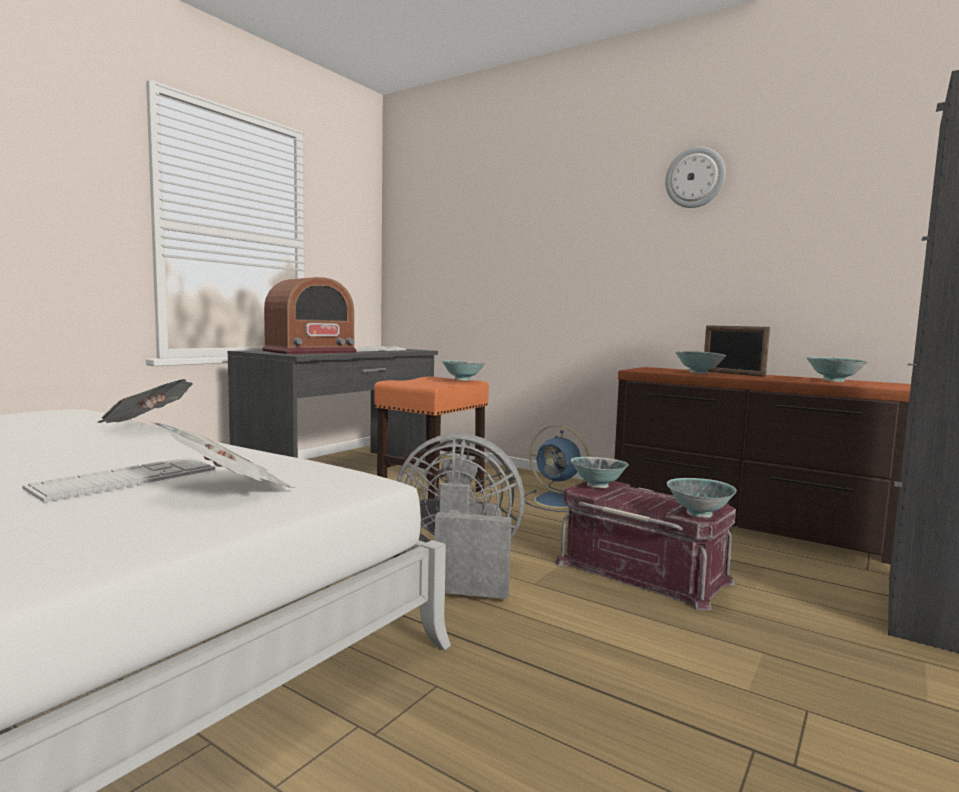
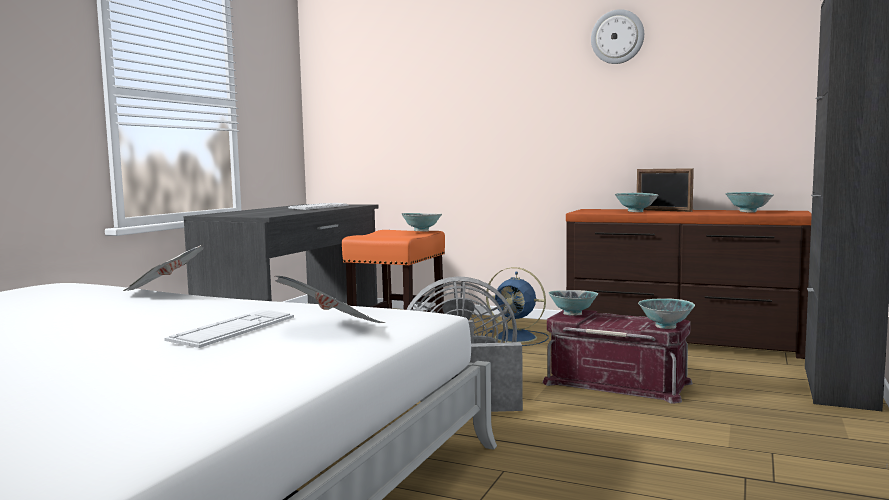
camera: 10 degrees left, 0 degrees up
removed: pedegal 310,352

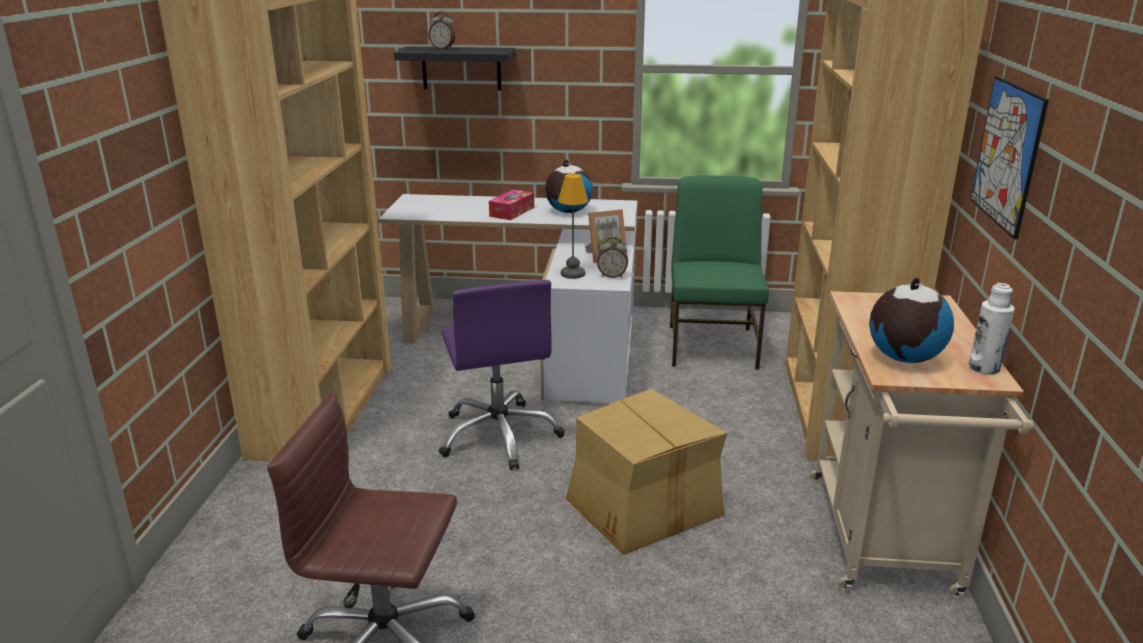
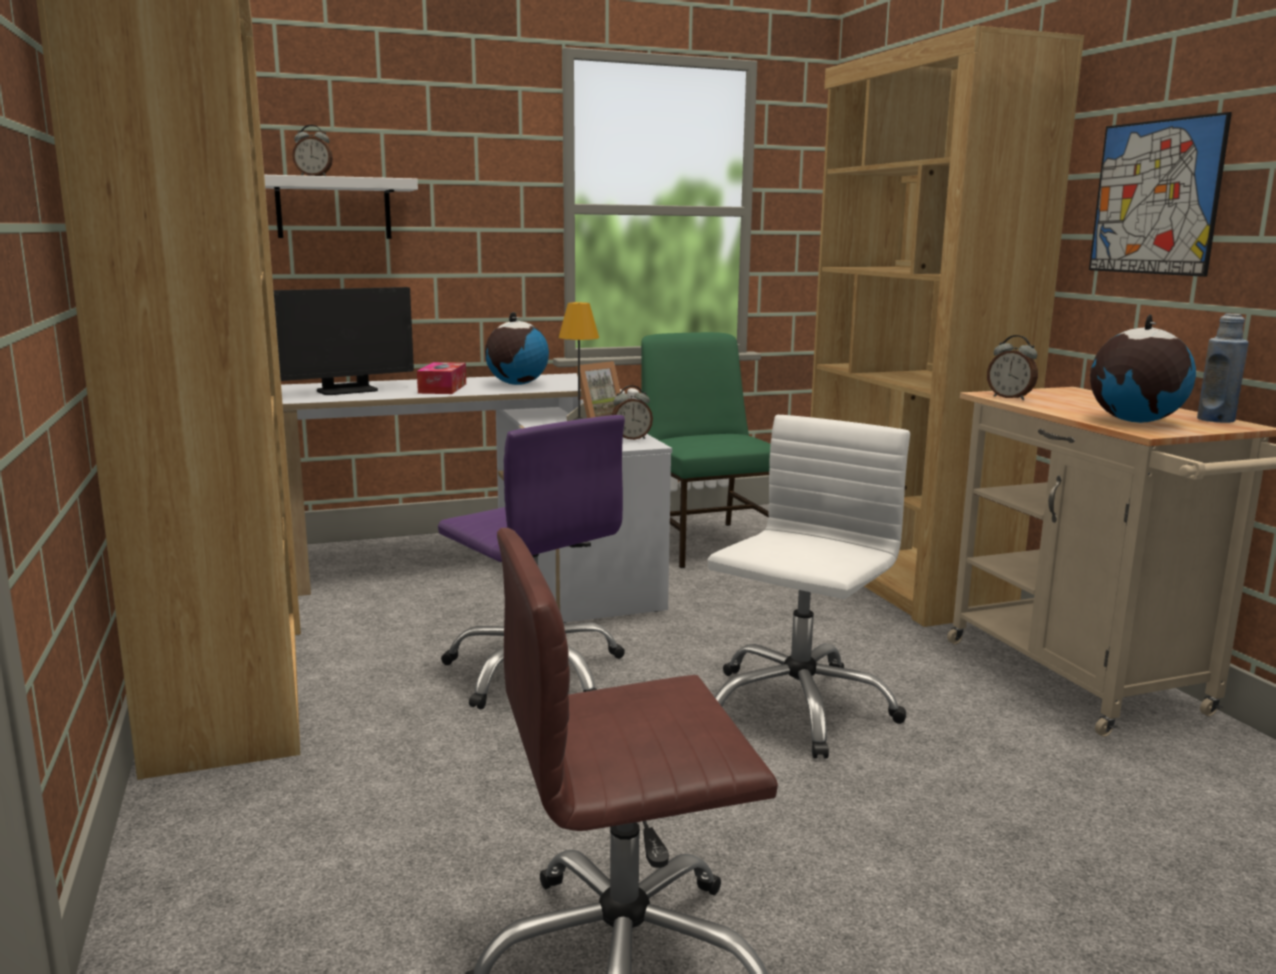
camera: 25 degrees left, 10 degrees down
added: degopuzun 347,390; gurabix 1010,398
replaced: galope 642,506 to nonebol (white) 797,707
recoloured: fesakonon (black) 461,68 to fesakonon (white) 333,208; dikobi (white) 984,368 to dikobi (blue) 1215,420

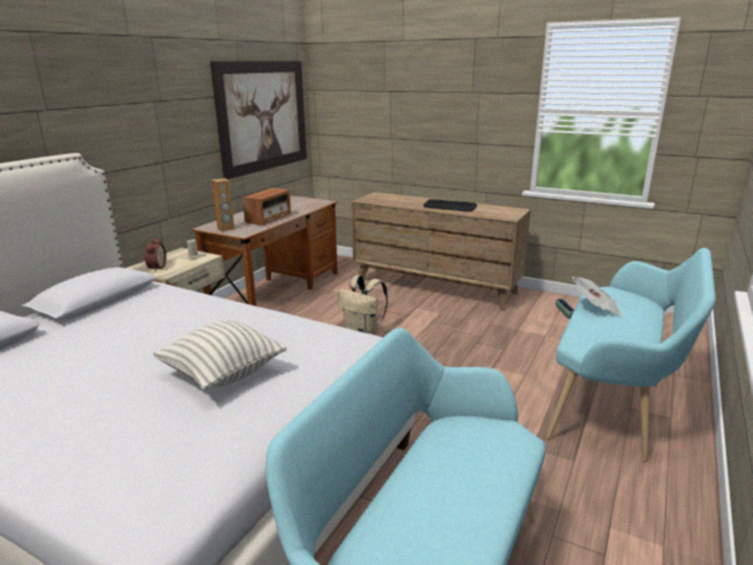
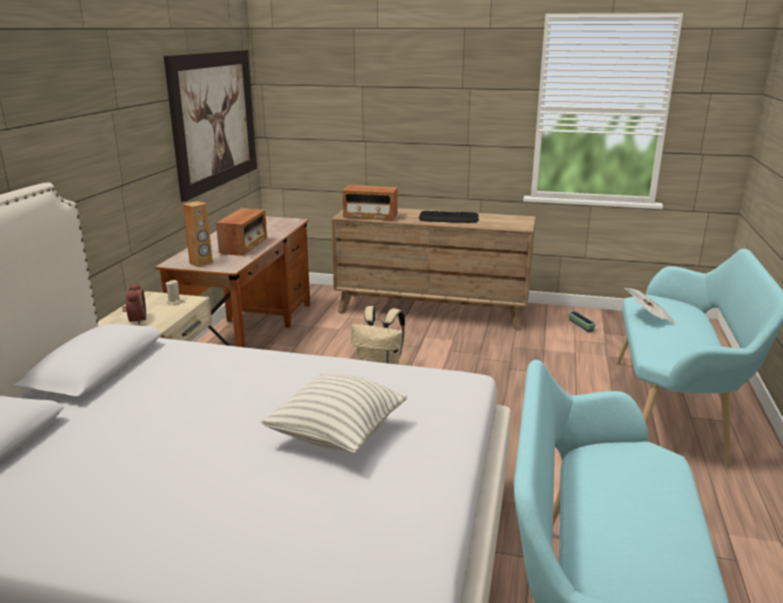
camera: 15 degrees left, 0 degrees up
added: pedegal 370,216

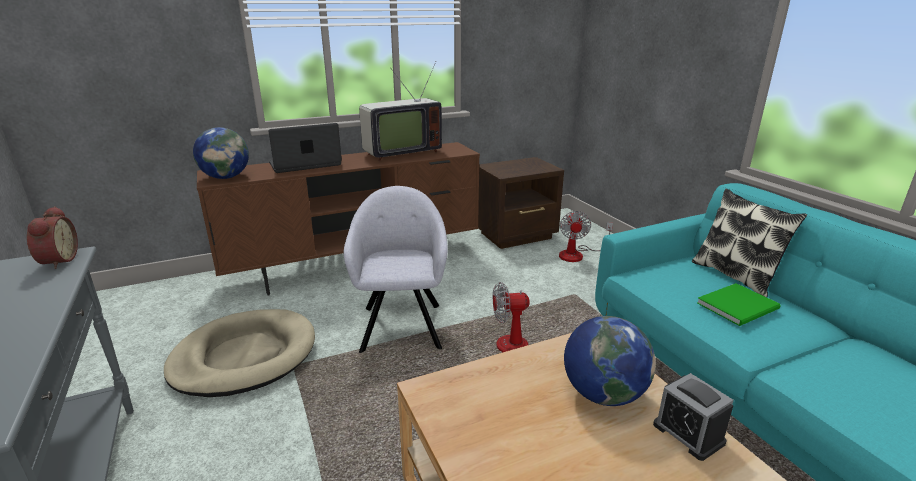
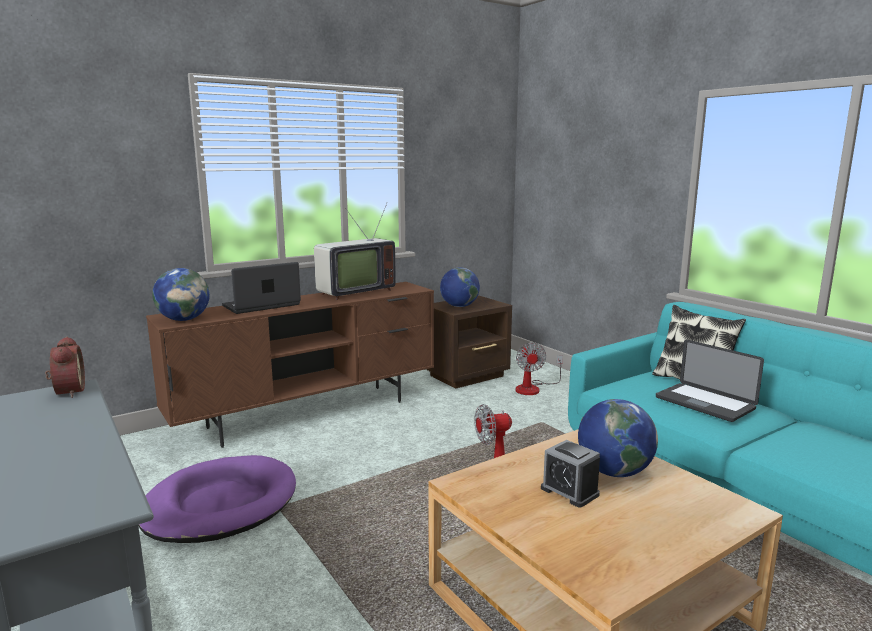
camera: 10 degrees left, 10 degrees down
removed: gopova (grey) 401,324
added: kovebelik 459,306
moved: gurabix 688,433 to 569,491
replaced: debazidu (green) 740,306 to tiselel 704,403
recoloured: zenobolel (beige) 244,356 to zenobolel (purple) 220,504

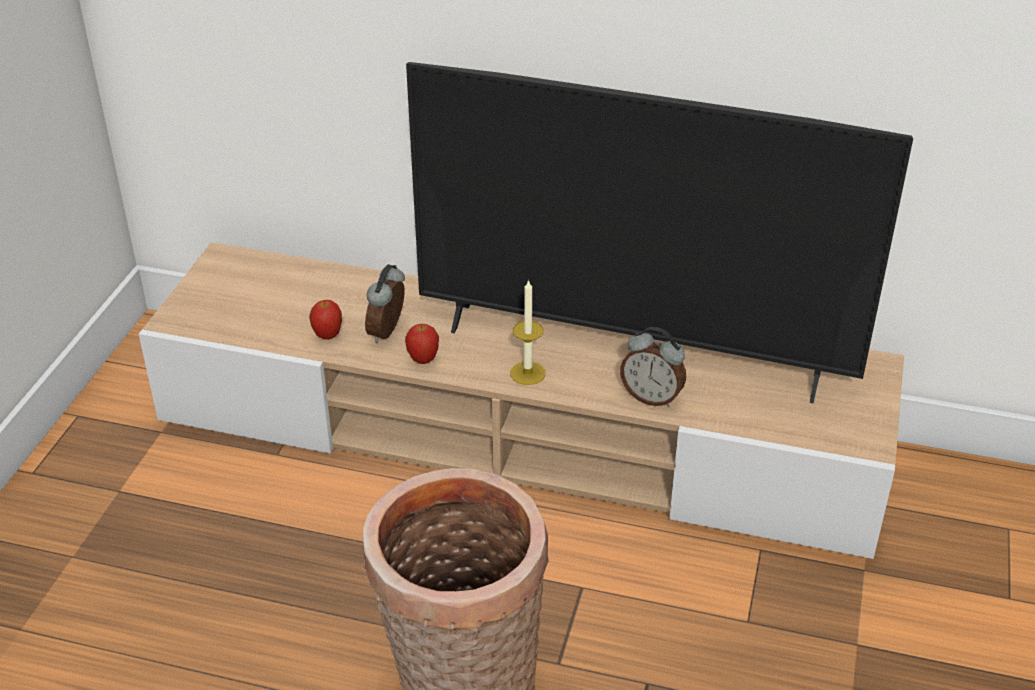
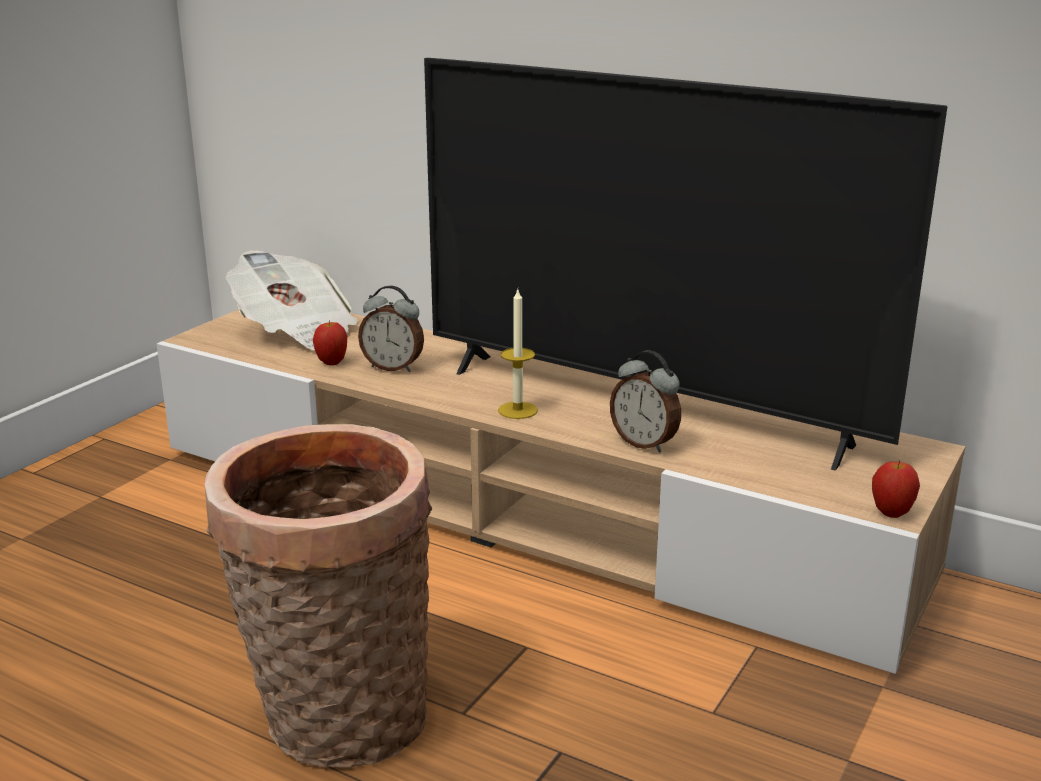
camera: 15 degrees right, 15 degrees down
added: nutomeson 295,332
moved: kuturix 423,360 to 891,513
turned: gurabix 388,332 = 393,367 105 degrees counterclockwise

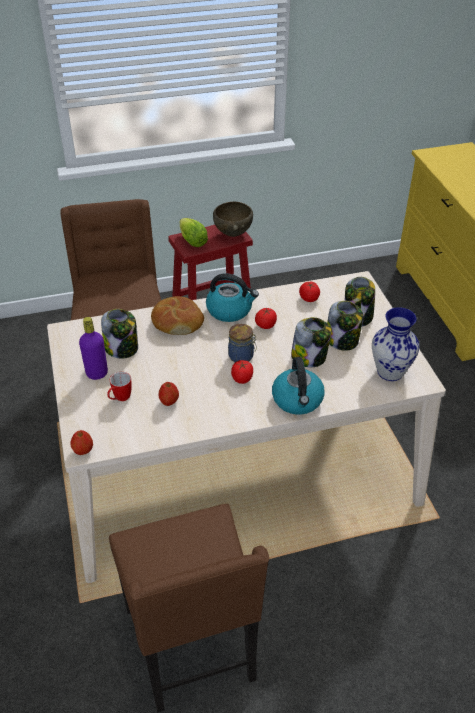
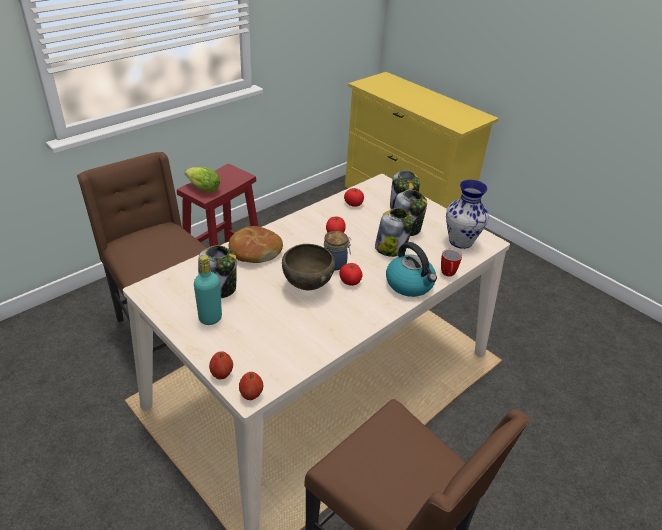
camera: 30 degrees left, 5 degrees down
removed: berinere 230,310
moved: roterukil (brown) 233,234 to 307,286; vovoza 120,399 to 448,275; kuturix 169,402 to 222,374
recoloured: dikobi (purple) 97,373 to dikobi (turquoise) 210,318

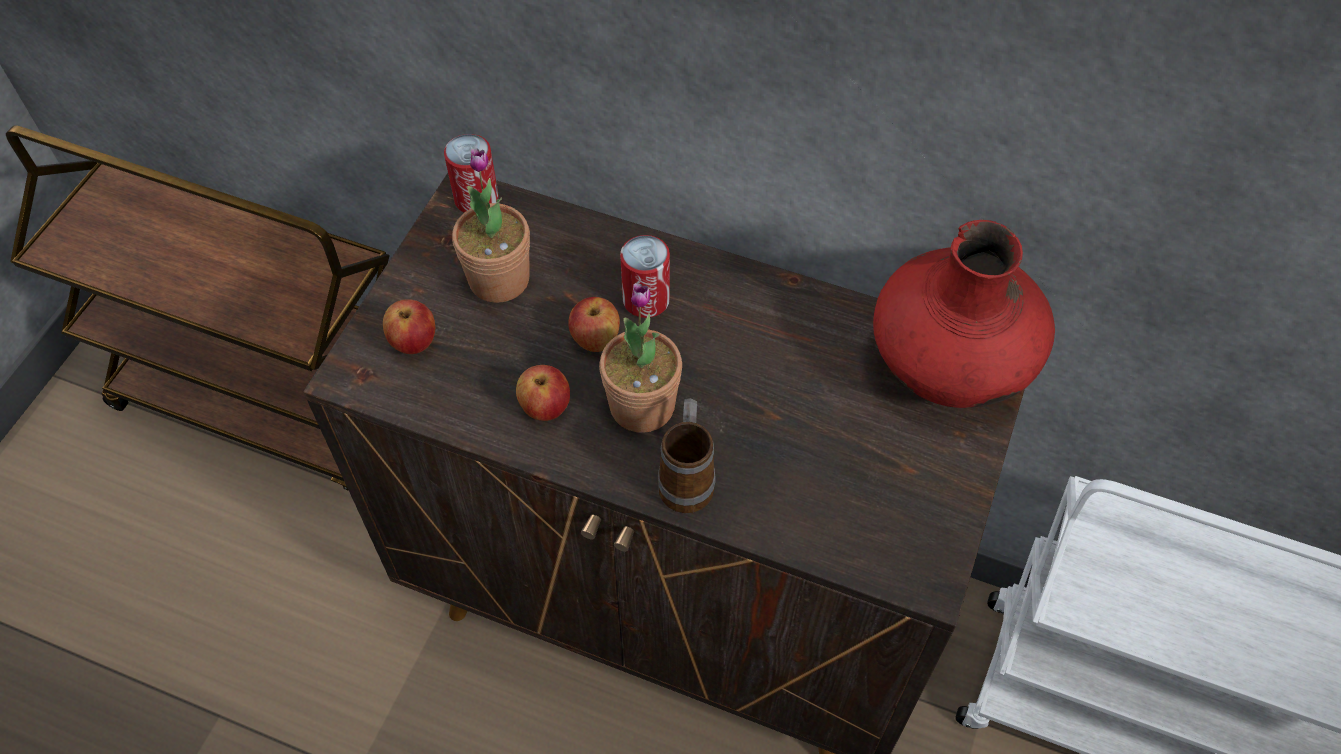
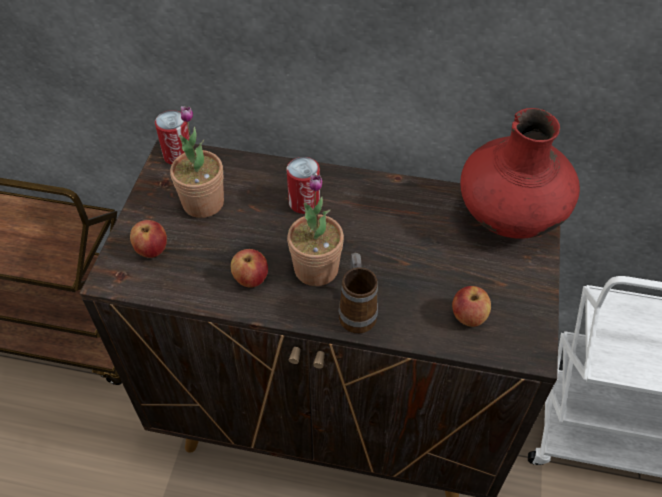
camera: 10 degrees left, 5 degrees down
moved: kuturix 595,339 to 468,317

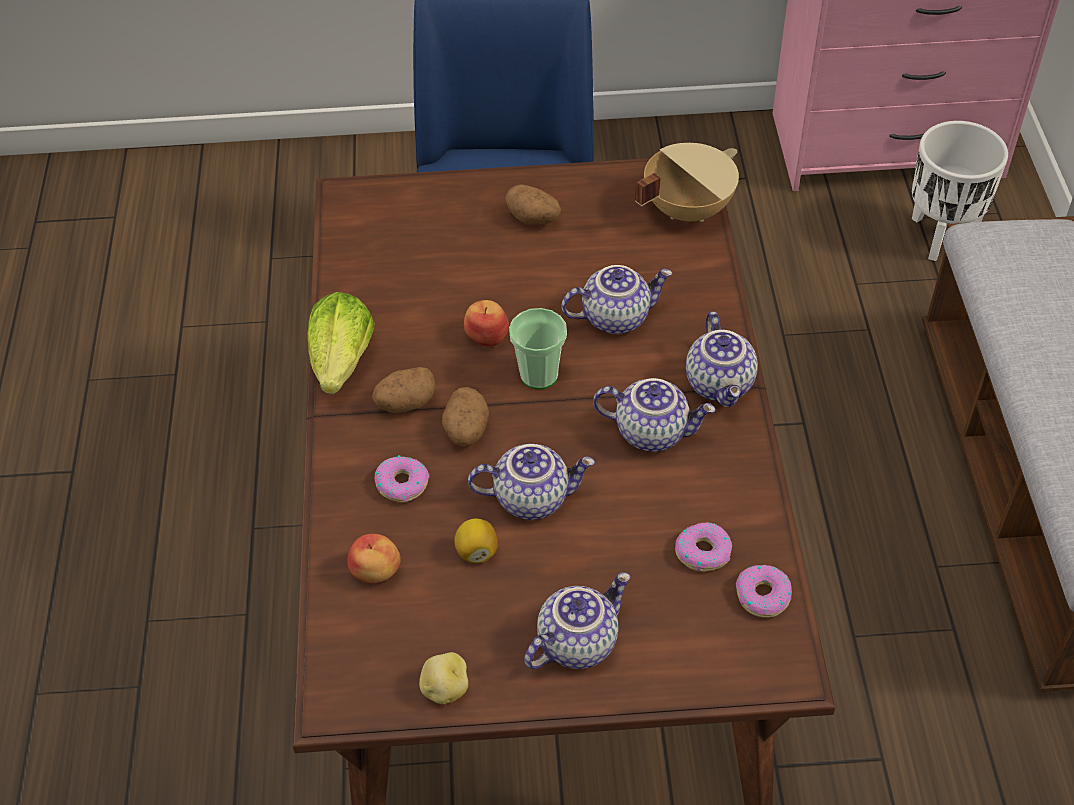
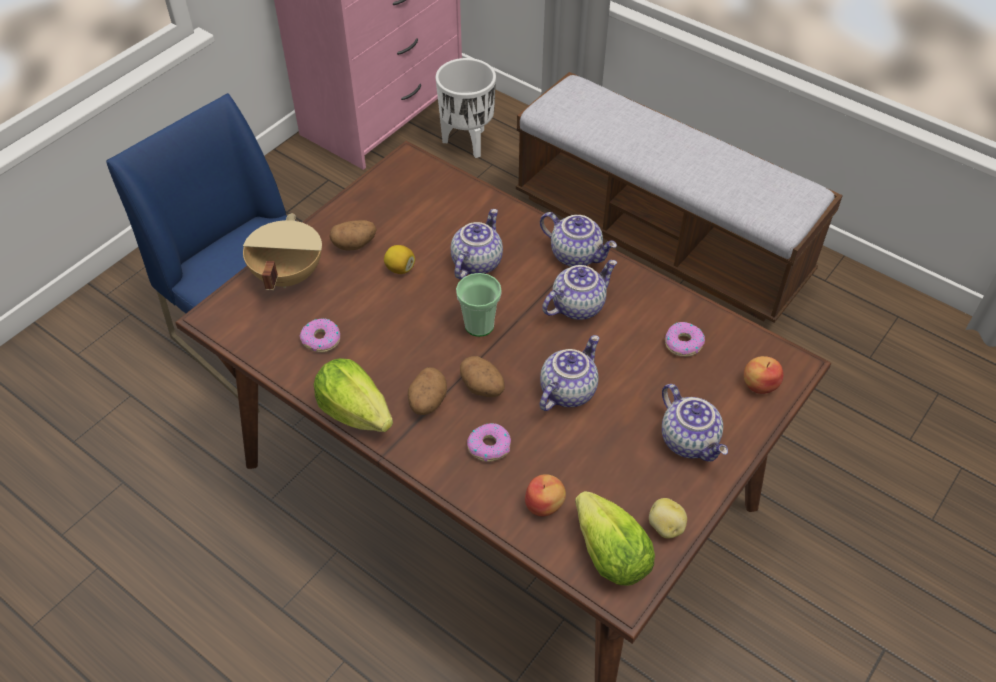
camera: 50 degrees left, 0 degrees up
added: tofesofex 610,555
moved: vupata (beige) 686,209 to 286,275; kuturix 487,336 to 759,384; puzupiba 476,551 to 400,268; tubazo 762,595 to 321,339
turned: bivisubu 577,641 = 690,440 150 degrees clockwise

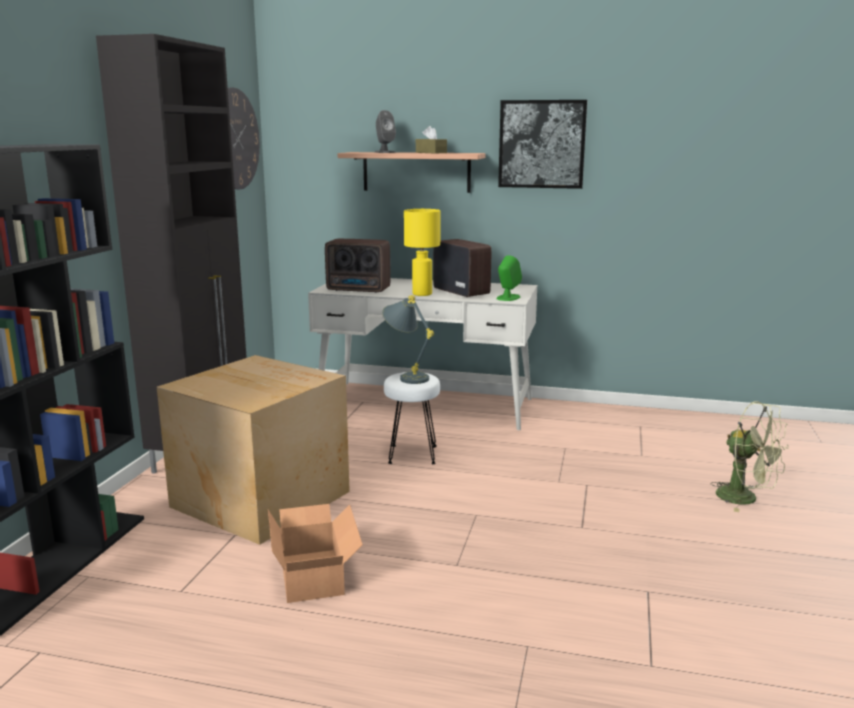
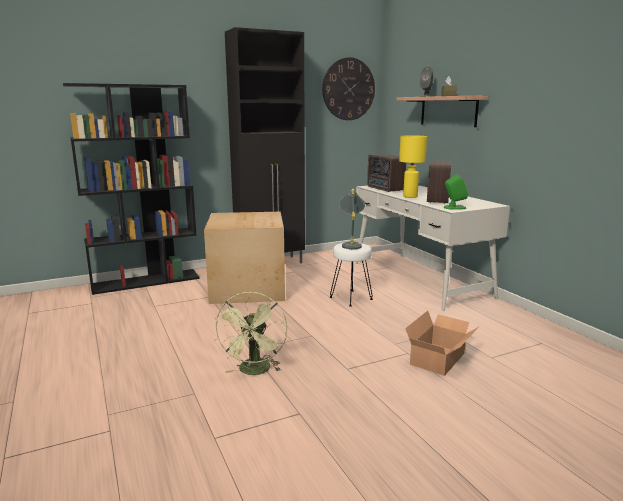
camera: 50 degrees right, 0 degrees up
removed: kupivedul 542,144
moved: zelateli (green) 746,499 to 254,371; galope 315,573 to 440,359

